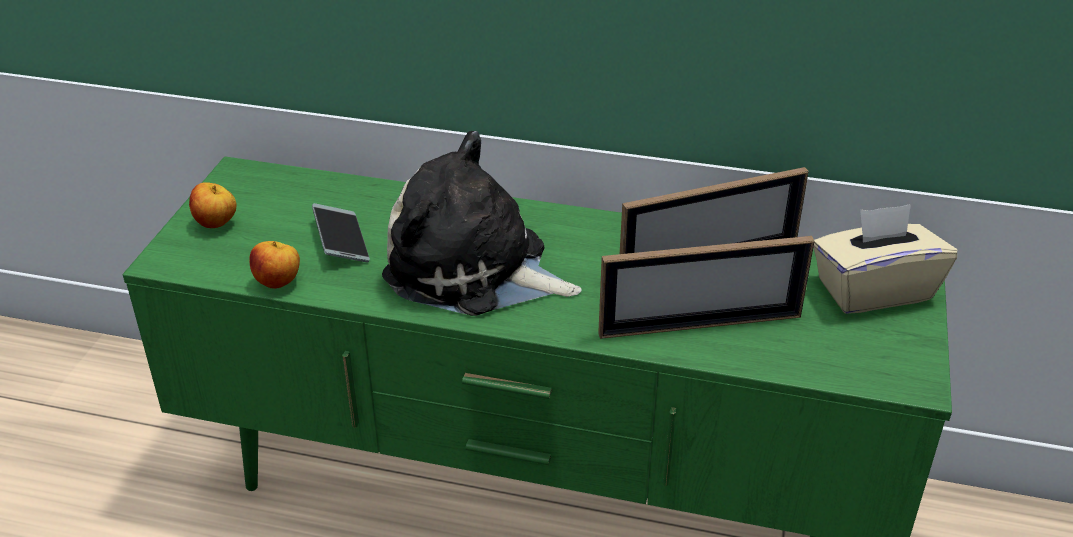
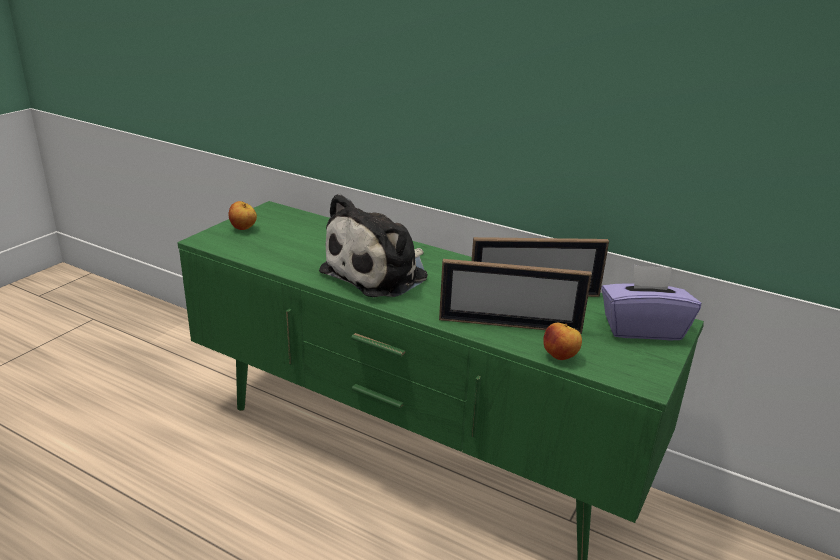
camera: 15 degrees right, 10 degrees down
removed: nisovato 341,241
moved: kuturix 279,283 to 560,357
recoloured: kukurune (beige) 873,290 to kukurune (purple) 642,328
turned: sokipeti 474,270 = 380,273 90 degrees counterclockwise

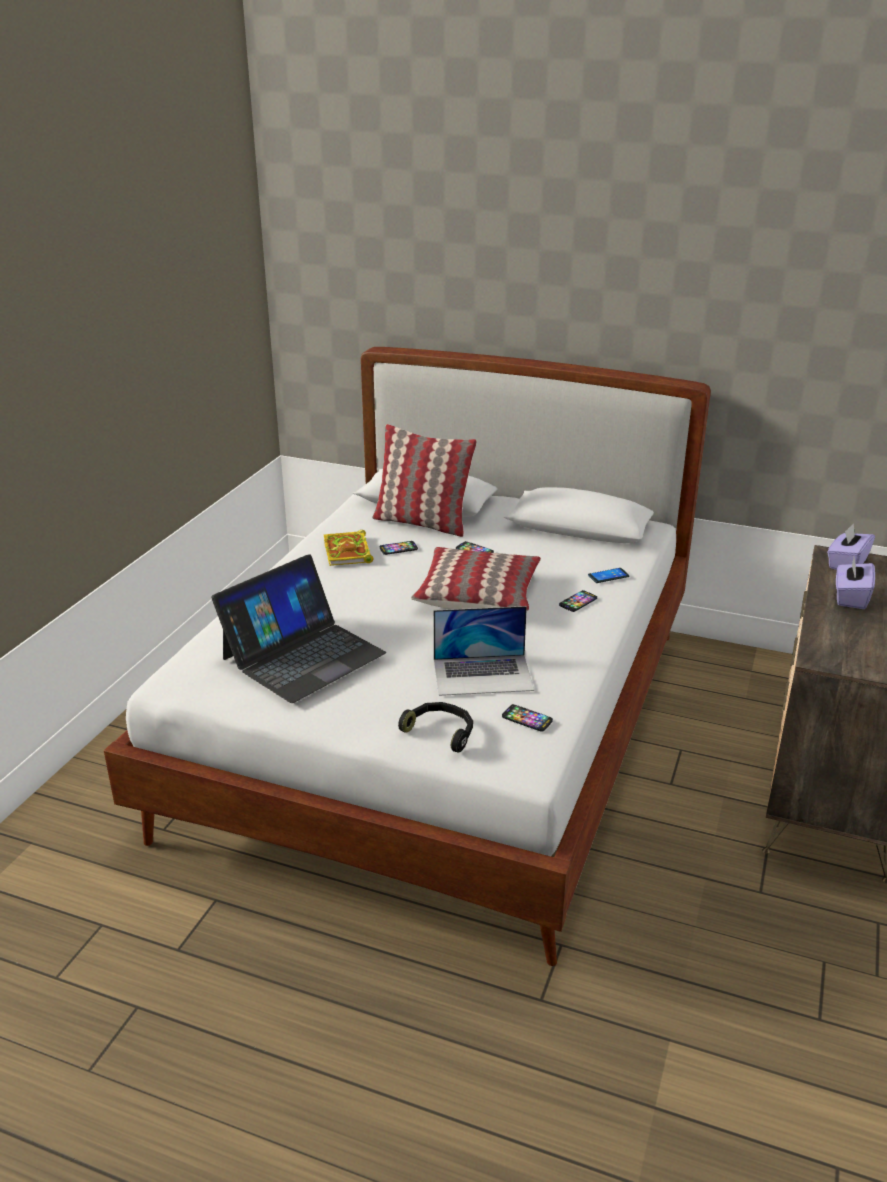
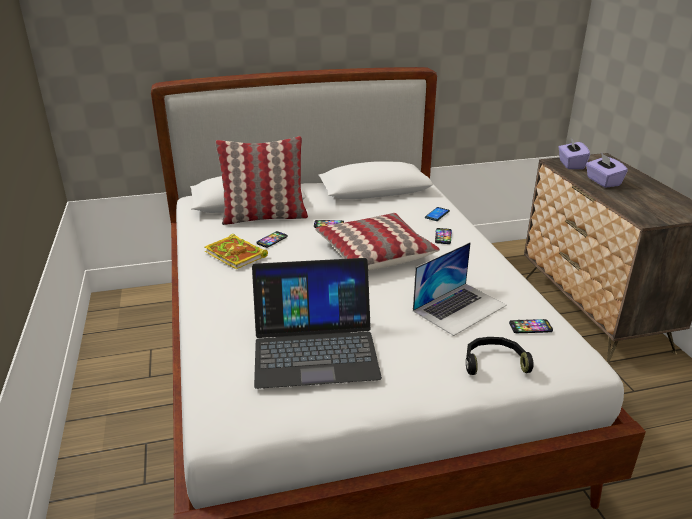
camera: 35 degrees left, 0 degrees up
turned: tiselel 303,655 = 315,347 75 degrees clockwise

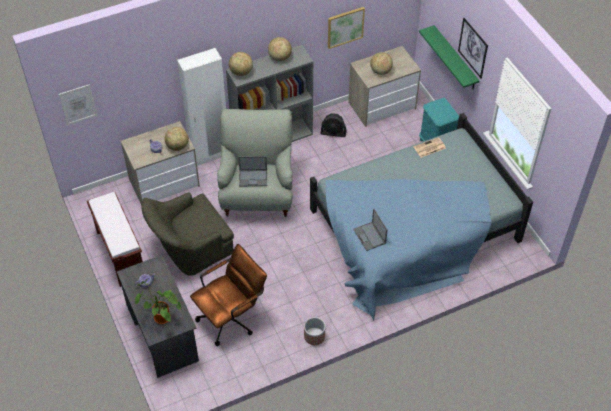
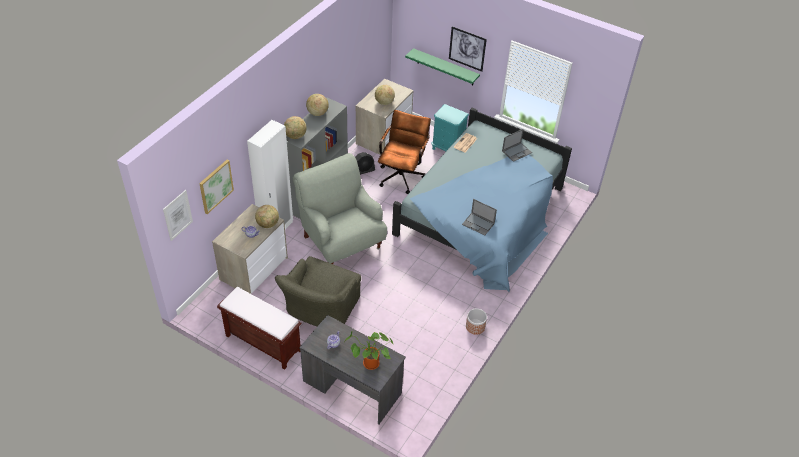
camera: 35 degrees left, 5 degrees down
moved: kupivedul 345,27 to 215,186; tiselel 253,178 to 517,152; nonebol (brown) 231,317 to 402,174

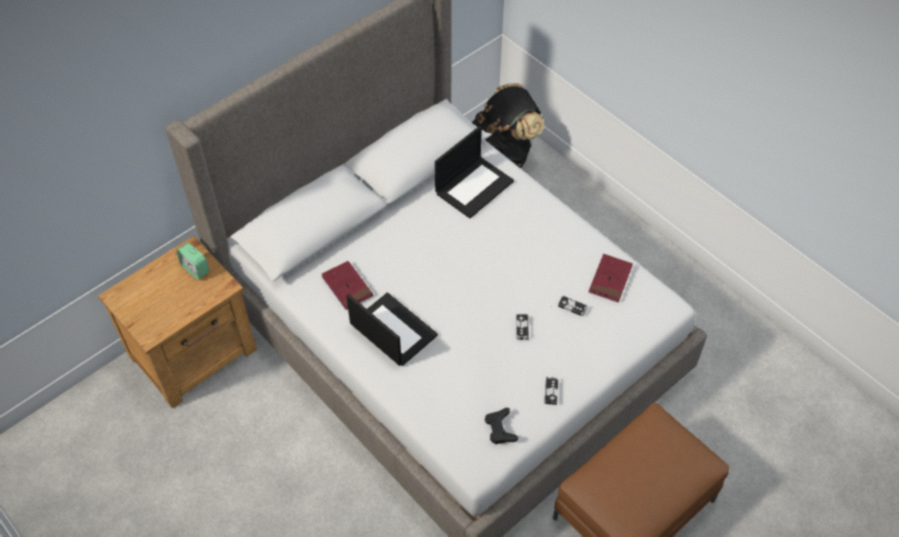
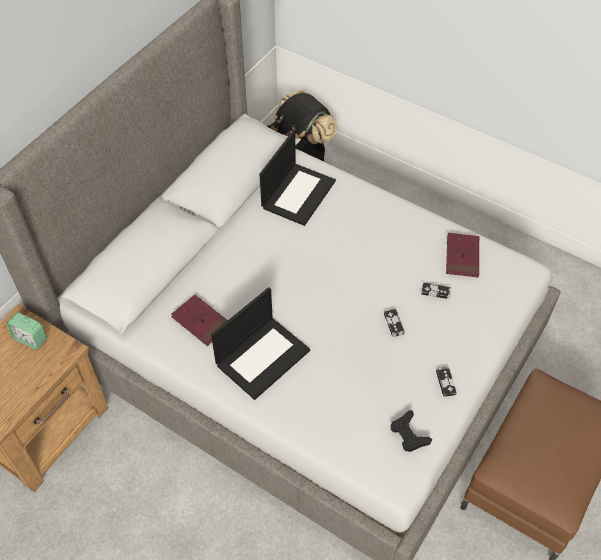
camera: 15 degrees left, 0 degrees up
turned: tiselel 392,330 = 263,356 105 degrees clockwise

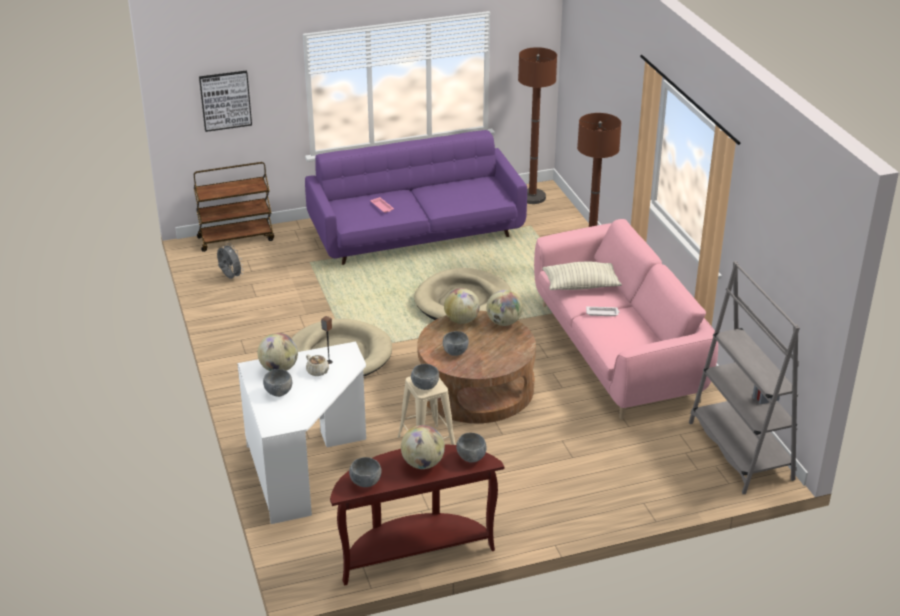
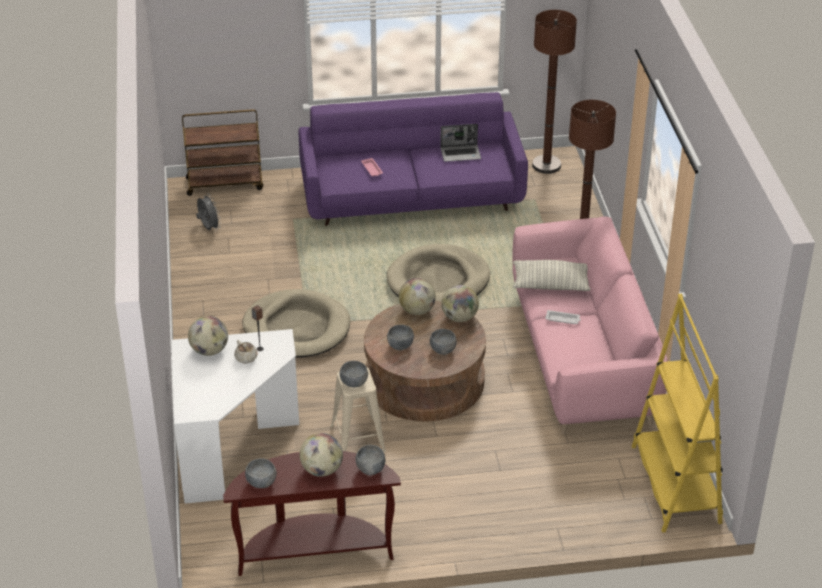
camera: 10 degrees right, 5 degrees up
removed: kupivedul 225,100
added: tiselel 461,154
moved: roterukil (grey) 278,392 to 443,350
recoloured: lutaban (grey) 740,451 to lutaban (yellow) 675,484

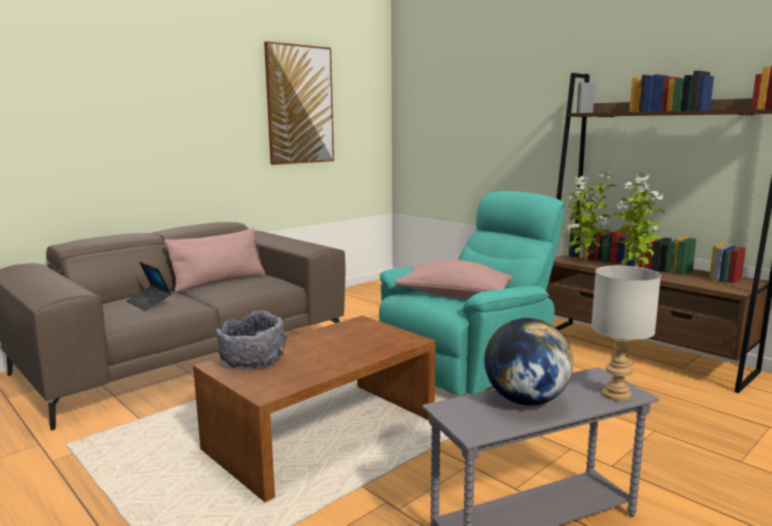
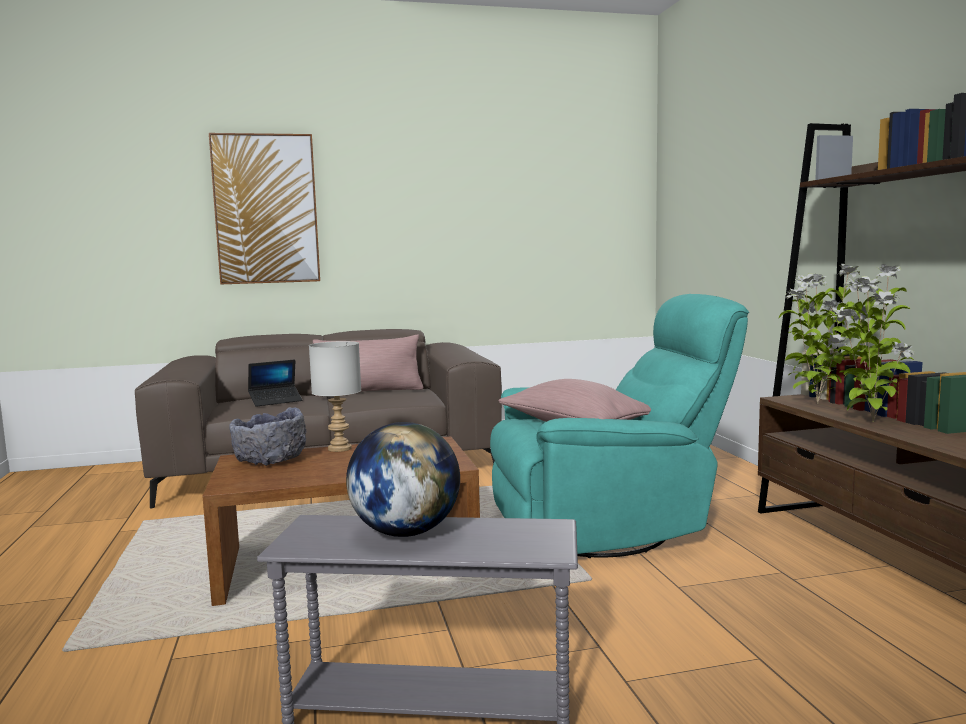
camera: 30 degrees right, 5 degrees down
moved: kupivedul 299,105 to 266,209; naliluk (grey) 616,395 to 338,449
turned: tiselel 149,302 = 276,401 105 degrees counterclockwise

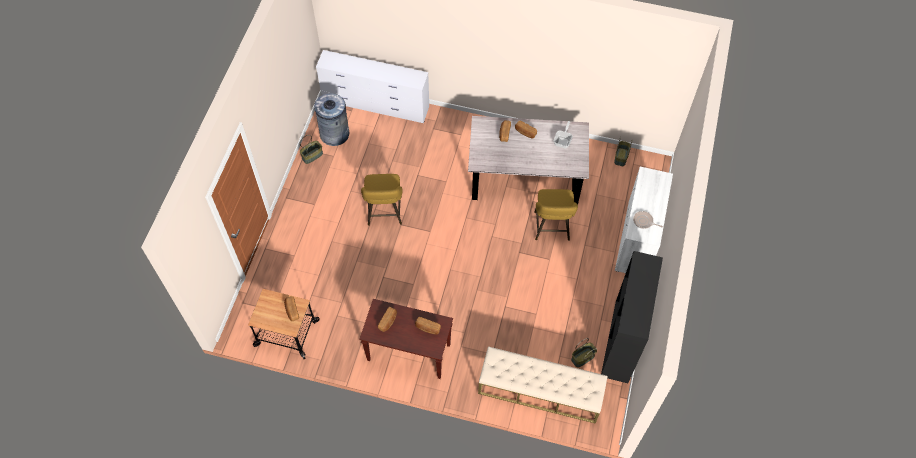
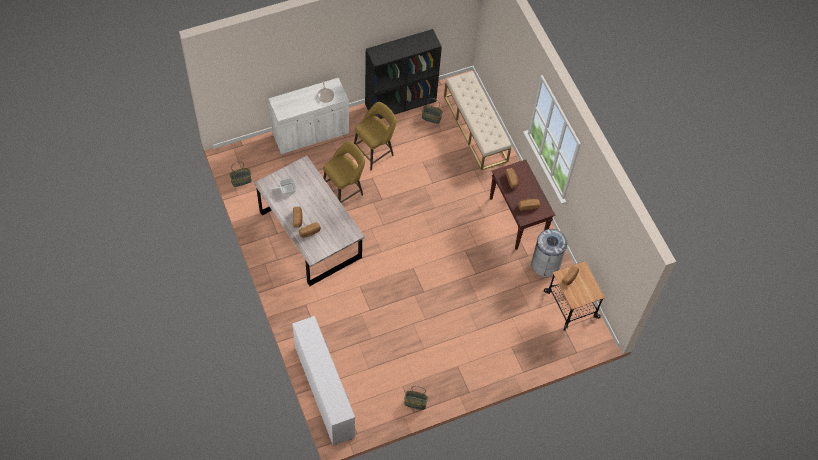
camera: 130 degrees left, 0 degrees up
moved: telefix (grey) 334,134 to 545,264; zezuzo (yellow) 384,213 to 375,152

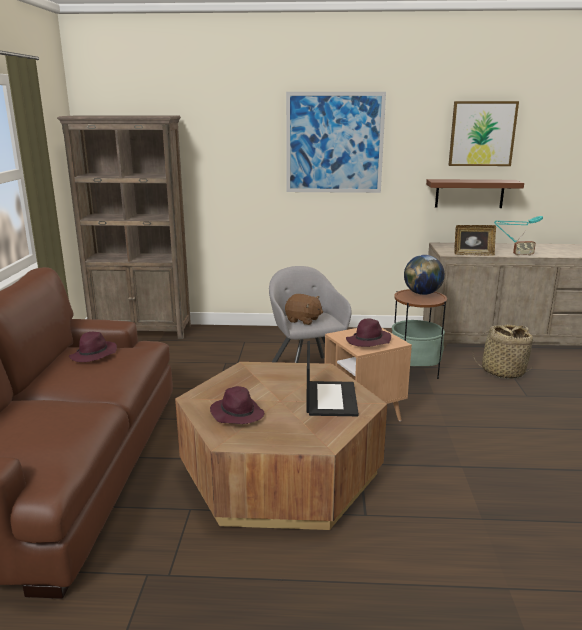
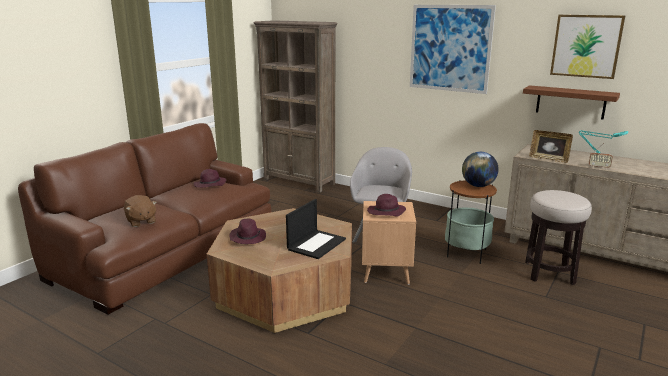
camera: 30 degrees right, 0 degrees up
moved: sokipeti (brown) 303,320 to 141,221
replaced: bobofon 503,371 to zezuzo 549,273

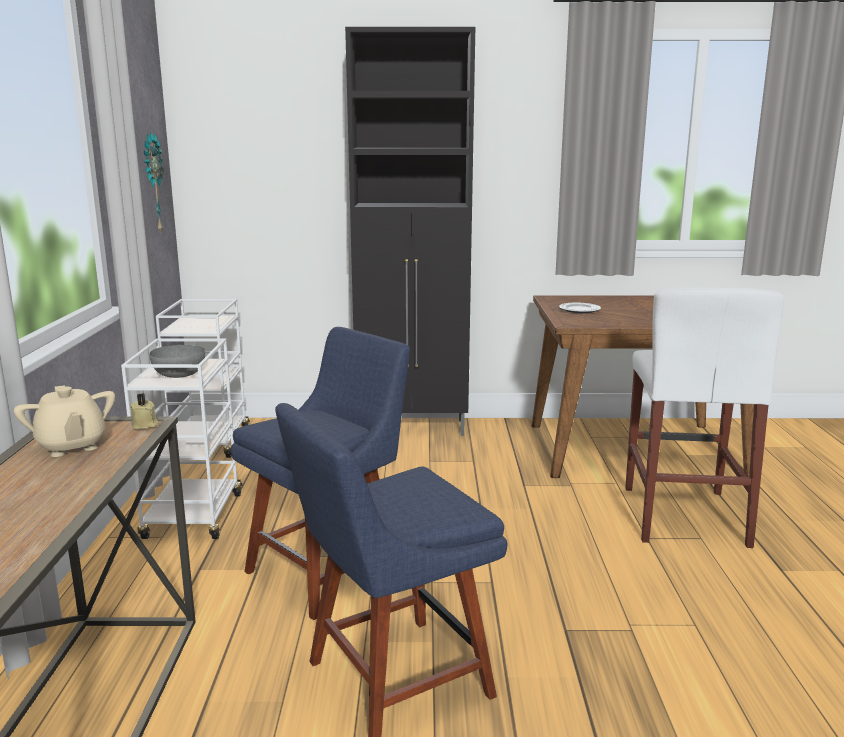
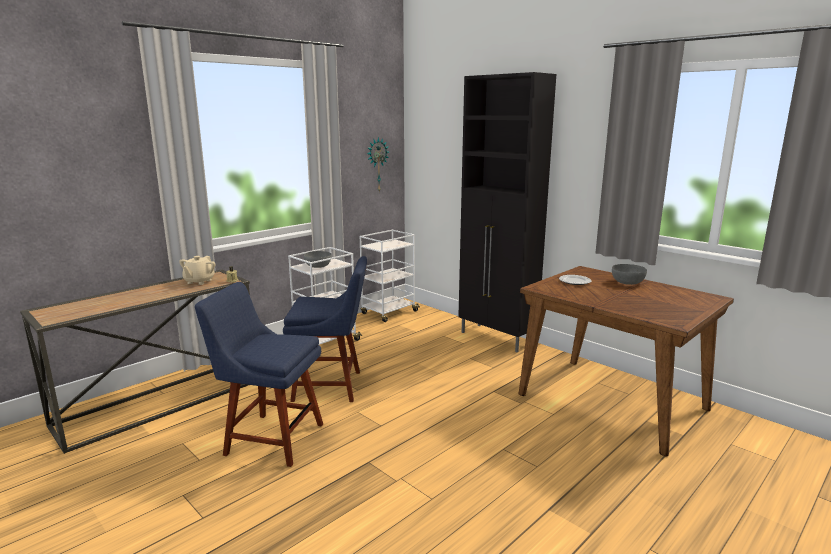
camera: 45 degrees right, 0 degrees up
removed: zezuzo (white) 683,515
added: roterukil (grey) 628,282

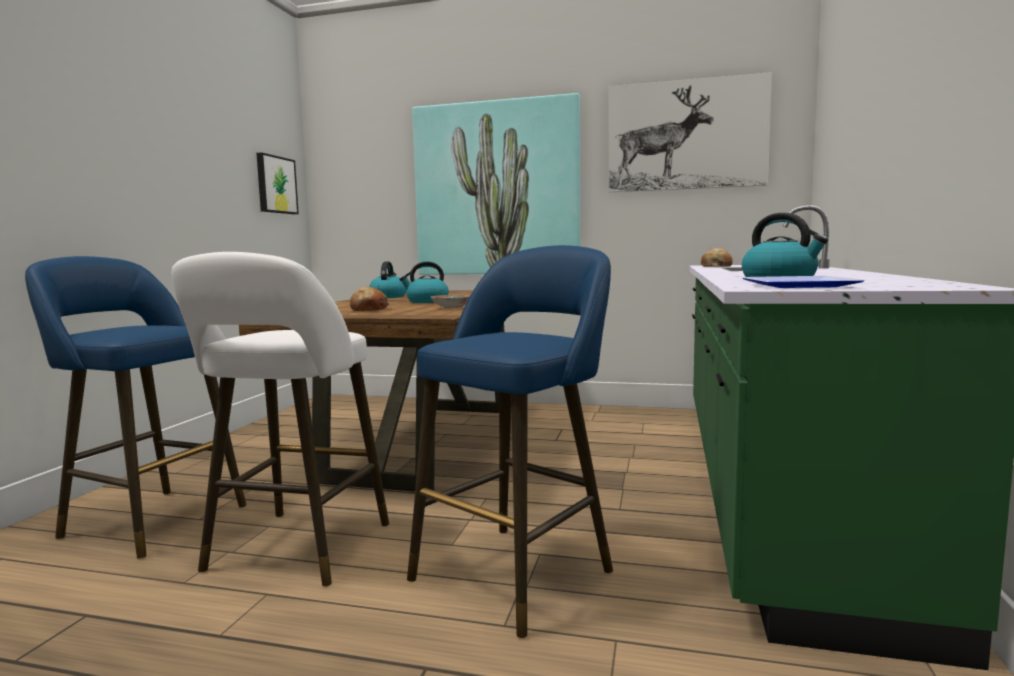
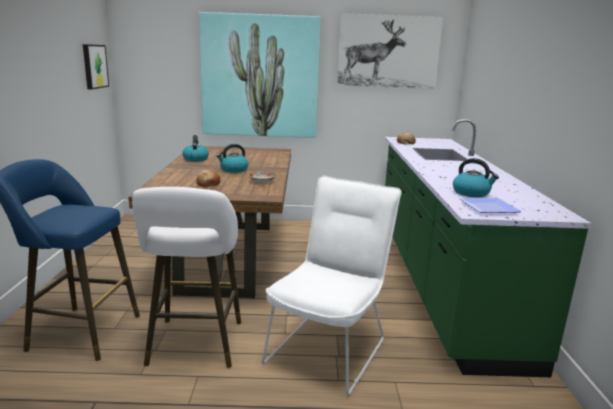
camera: 15 degrees left, 10 degrees up
replaced: zezuzo (blue) 518,570 to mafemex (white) 330,347

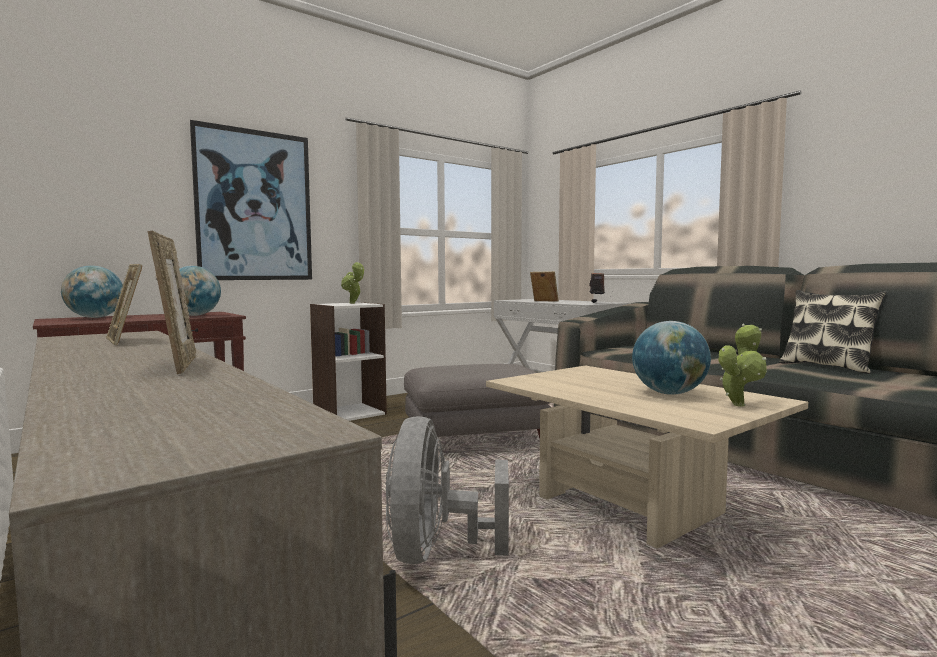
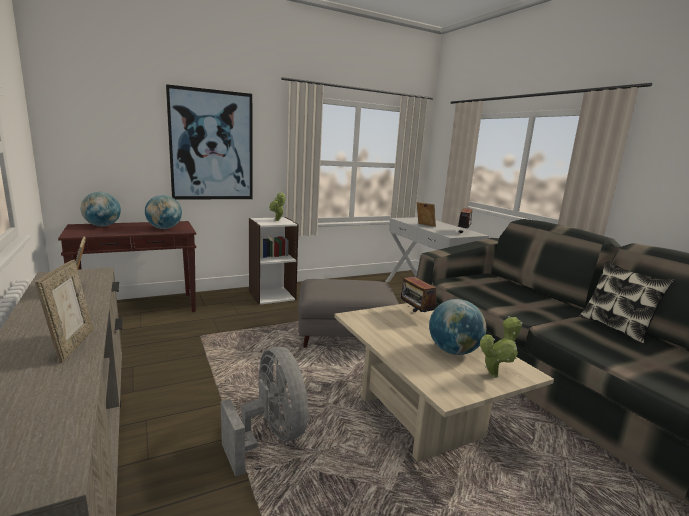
camera: 10 degrees right, 10 degrees up
added: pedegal 415,315
turned: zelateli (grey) 436,552 = 270,436 135 degrees clockwise

